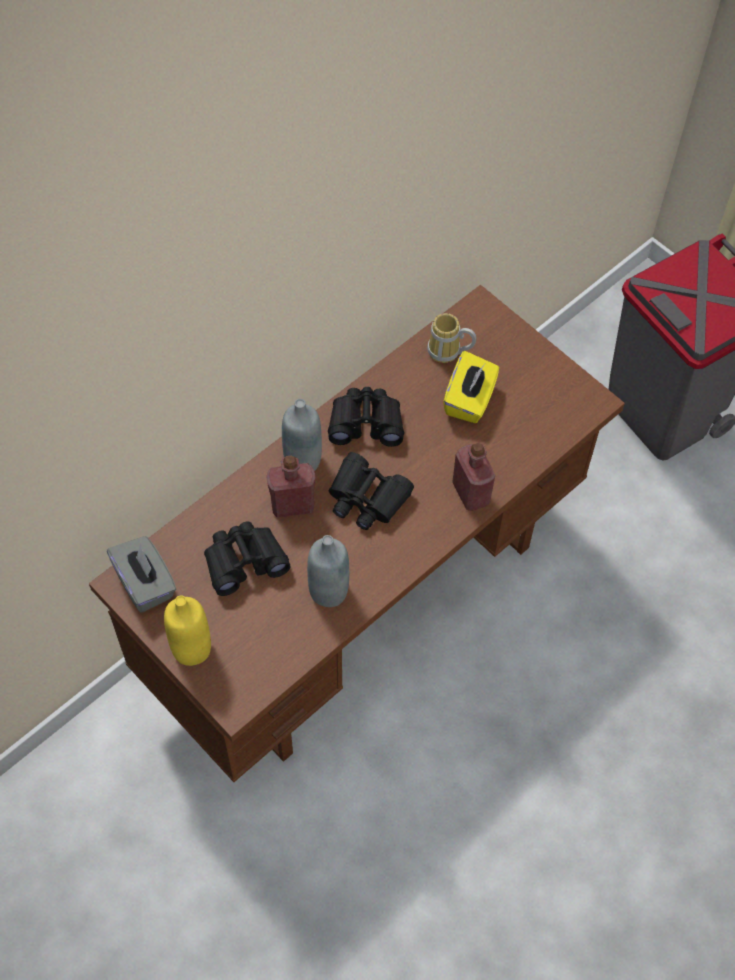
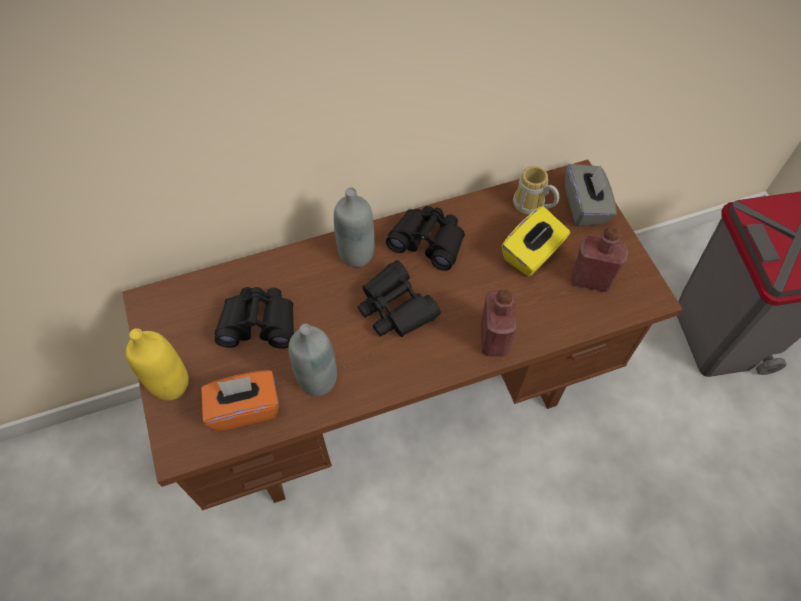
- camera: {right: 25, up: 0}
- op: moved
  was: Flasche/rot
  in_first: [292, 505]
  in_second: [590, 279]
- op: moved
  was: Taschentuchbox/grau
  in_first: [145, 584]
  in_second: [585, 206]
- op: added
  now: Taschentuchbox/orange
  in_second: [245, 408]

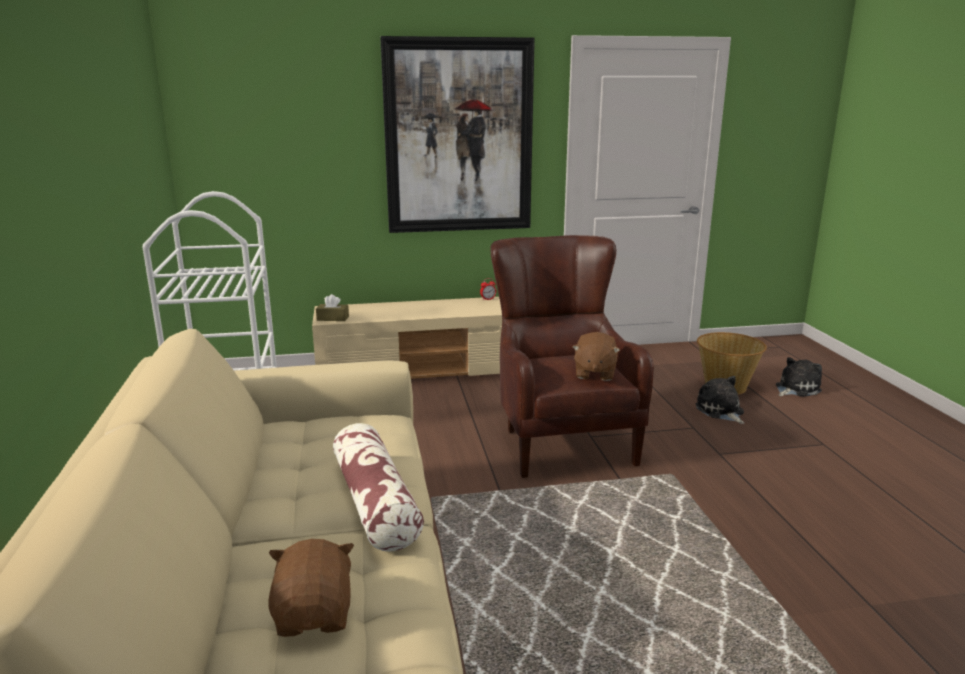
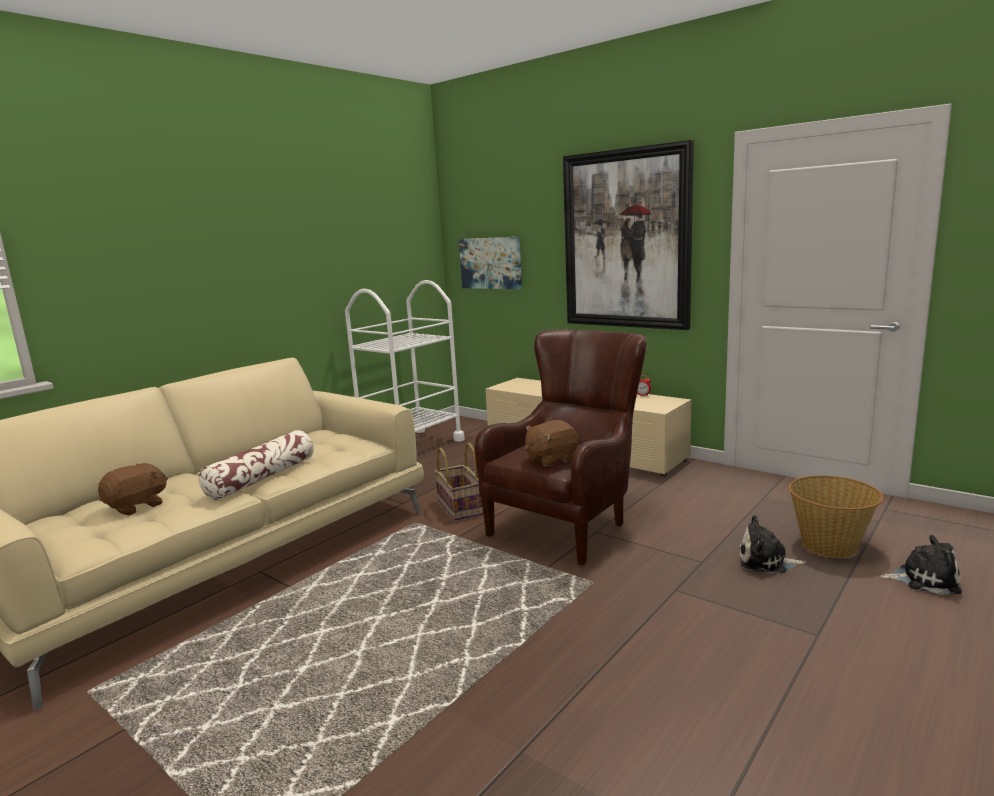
- camera: {right: 50, up: -5}
- op: removed
  was: Taschentuchbox/braun
  in_first: [333, 318]
- op: turned
  was: Plüschtier
  in_first: [720, 411]
  in_second: [766, 562]
  clockwise: -105
- op: added
  now: Bild
  in_second: [491, 263]
- op: added
  now: Korb
  in_second: [461, 507]

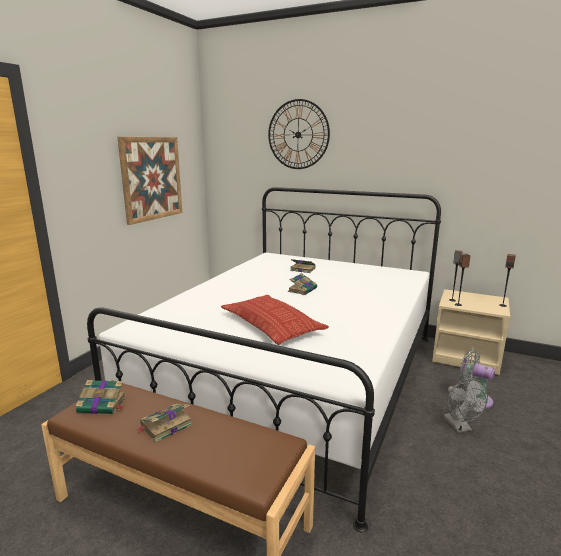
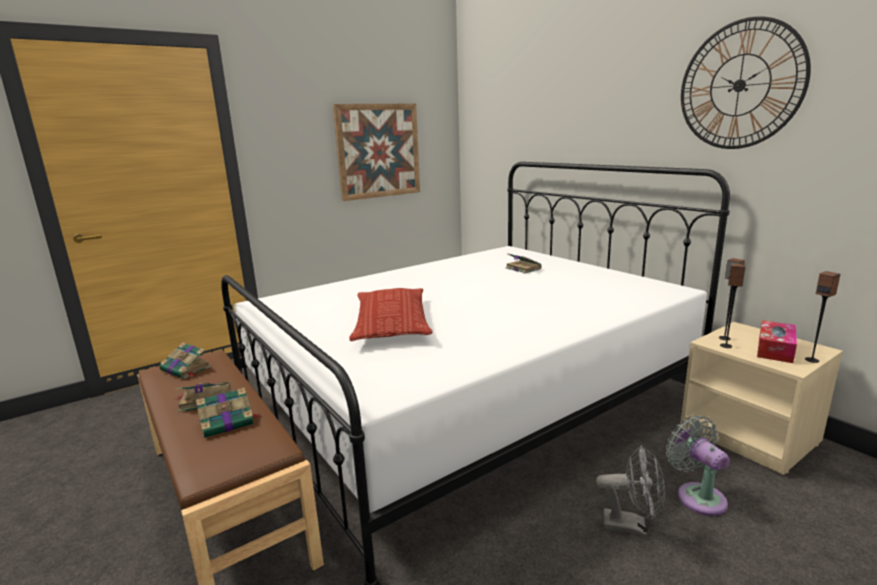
- camera: {right: 30, up: 0}
- op: moved
  was: Wanduhr
  in_first: [298, 134]
  in_second: [739, 85]
- op: moved
  was: Buch
  in_first: [303, 289]
  in_second: [228, 422]
- op: turned
  was: Ventilator/grau
  in_first: [460, 427]
  in_second: [631, 525]
  clockwise: -90
- op: added
  now: Taschentuchbox
  in_second: [775, 349]

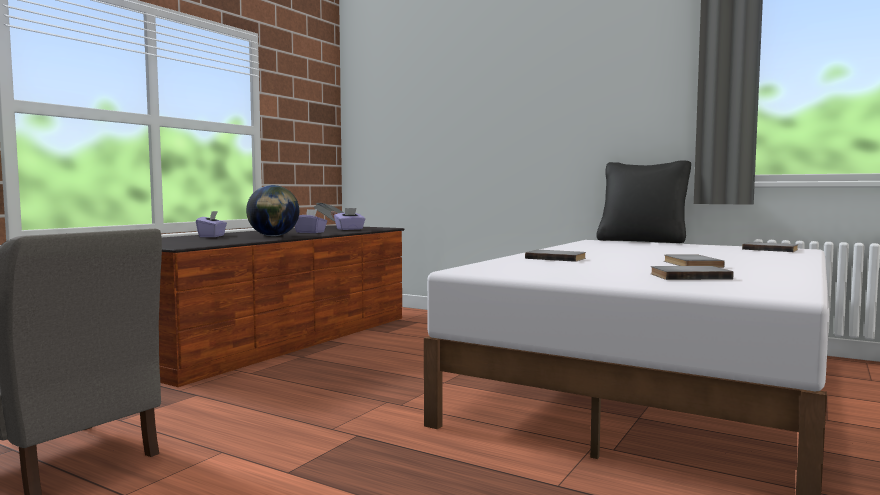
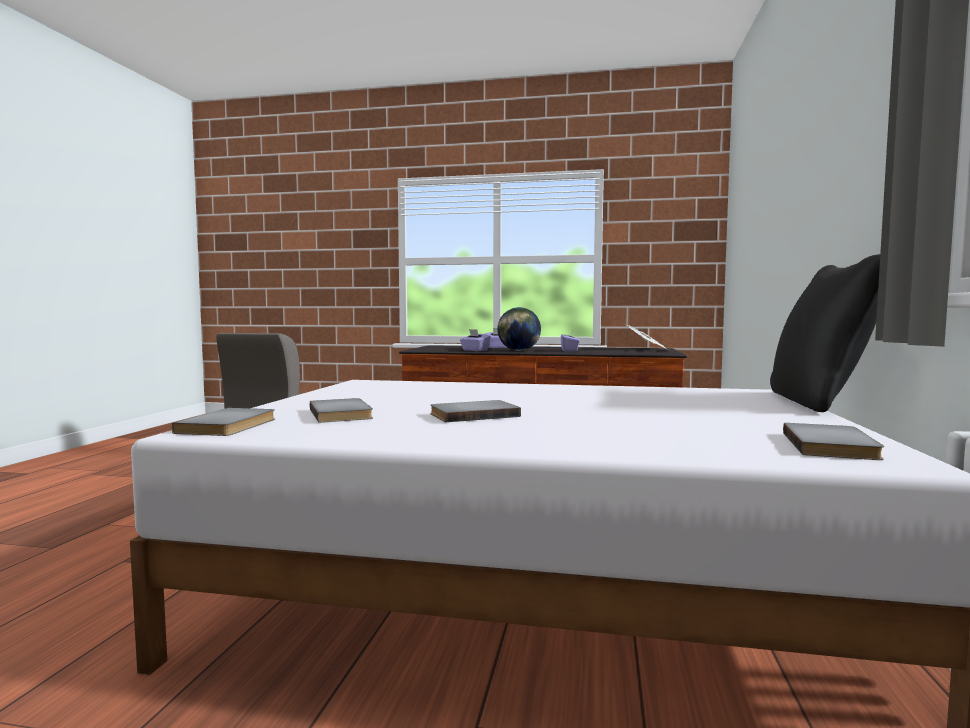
- camera: {right: 70, up: 0}
- op: moved
  was: Taschentuchbox/lila
  in_first: [350, 229]
  in_second: [475, 350]
- op: moved
  was: Buch/grau
  in_first: [556, 258]
  in_second: [230, 426]

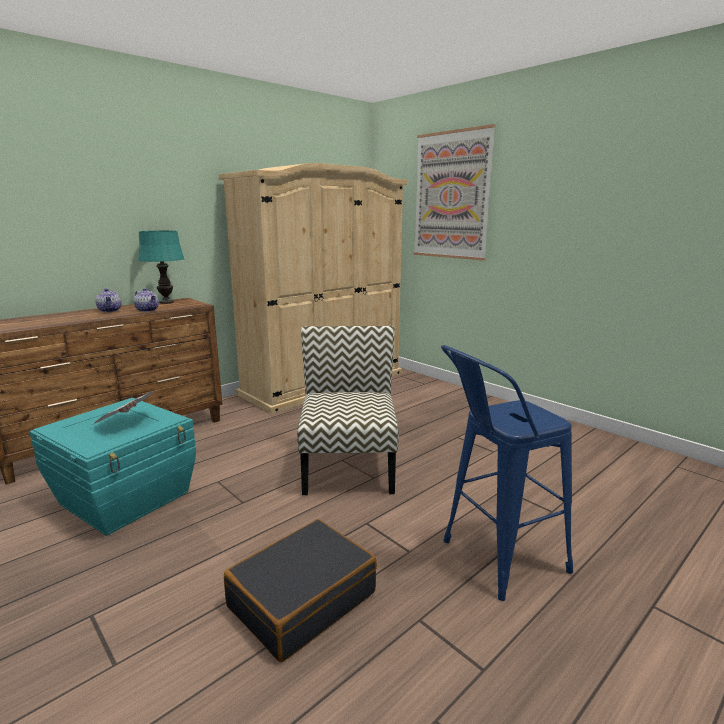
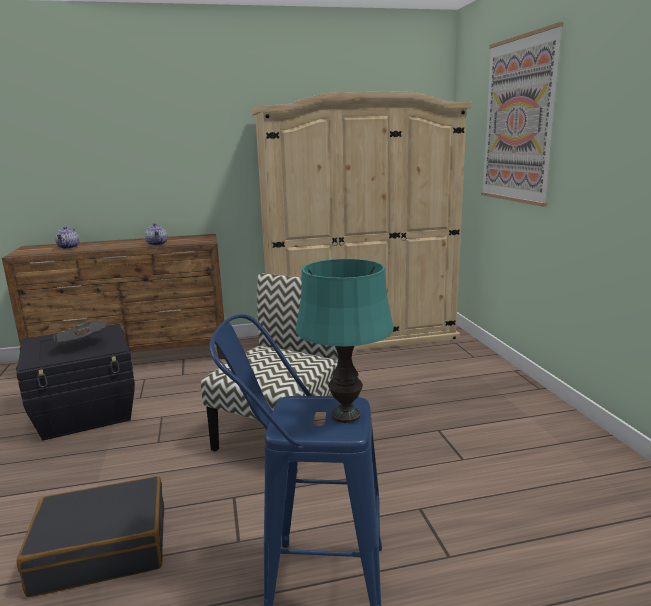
- camera: {right: 30, up: 0}
- op: moved
  was: Tischlampe/türkis
  in_first: [167, 302]
  in_second: [346, 415]
- op: moved
  was: Teekanne
  in_first: [110, 310]
  in_second: [69, 247]
- op: recoloured
  was: Aufbewahrungsbox/türkis
  now: Aufbewahrungsbox/schwarz
  in_first: [126, 498]
  in_second: [86, 412]

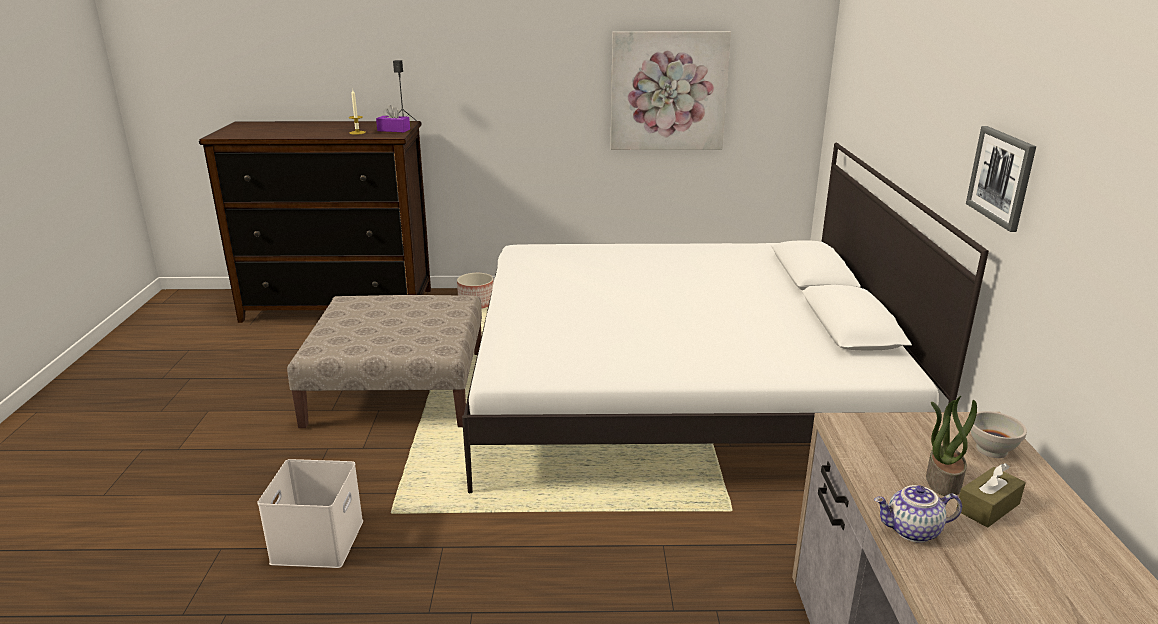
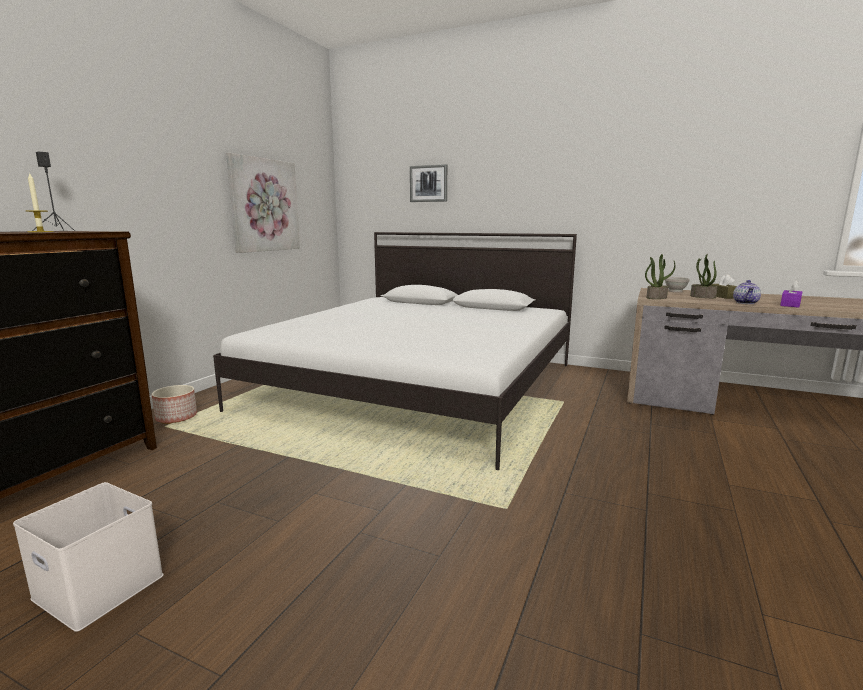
- camera: {right: -65, up: -10}
- op: moved
  was: Taschentuchbox/lila
  in_first: [393, 130]
  in_second: [790, 304]
- op: moved
  was: Bild
  in_first: [1001, 177]
  in_second: [428, 183]
- op: removed
  was: Polsterhocker/beige
  in_first: [399, 388]
- op: moved
  was: Aufbewahrungsbox/weiß
  in_first: [316, 540]
  in_second: [96, 587]
- op: added
  now: Topfpflanze
  in_second: [656, 297]

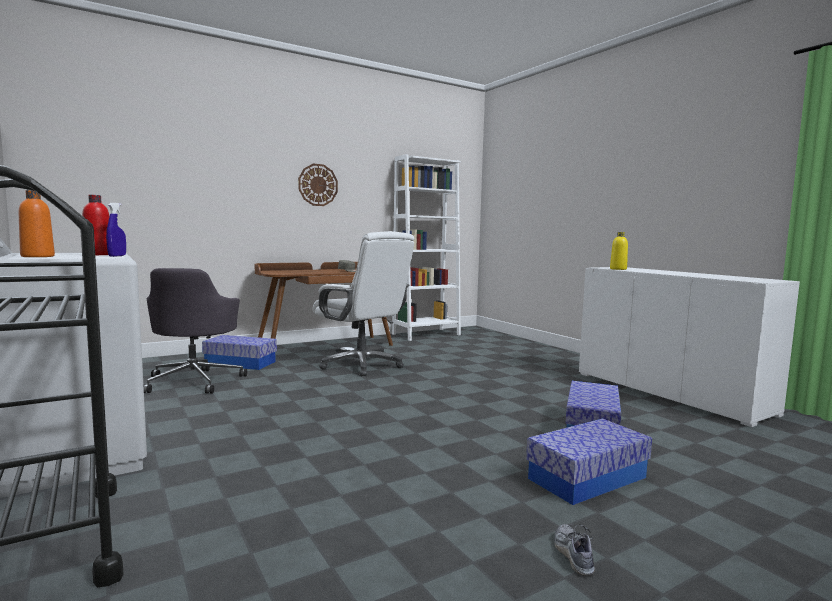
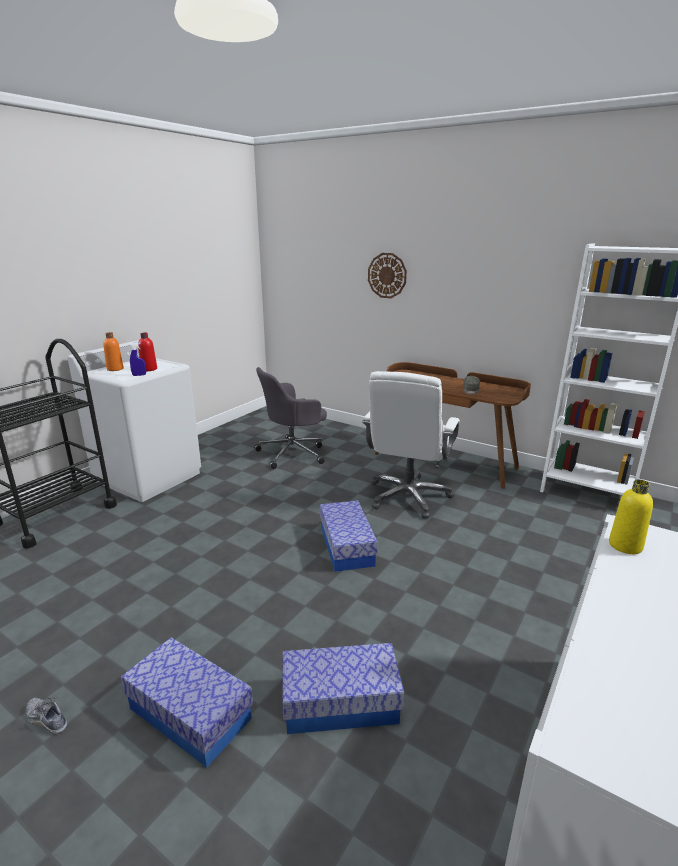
- camera: {right: 65, up: 15}
- op: moved
  was: Wanduhr
  in_first: [318, 185]
  in_second: [387, 275]
- op: moved
  was: Aufbewahrungsbox
  in_first: [240, 363]
  in_second: [347, 546]
- op: turned
  was: Schuh
  in_first: [573, 555]
  in_second: [47, 719]
  clockwise: -120

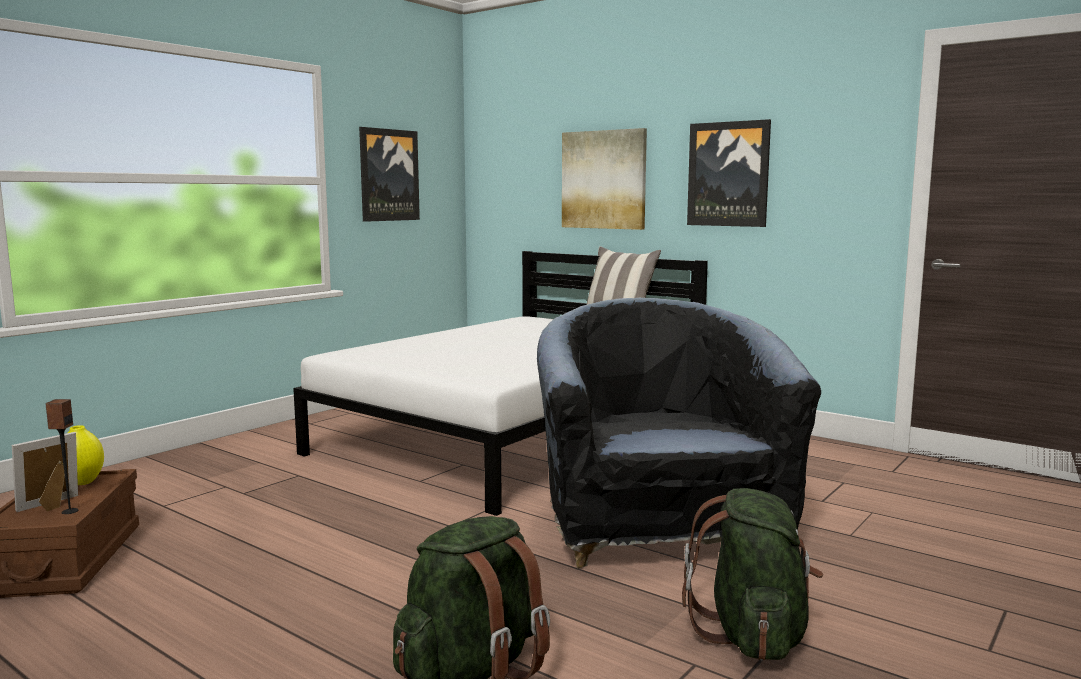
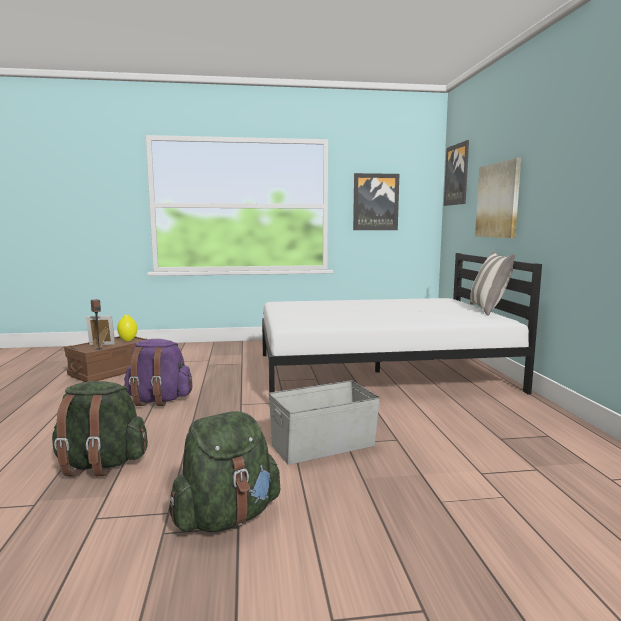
- camera: {right: 45, up: 0}
- op: moved
  was: Bild
  in_first: [728, 174]
  in_second: [457, 174]
- op: replaced
  was: Sessel/schwarz
  now: Aufbewahrungsbox/grau
  in_first: [659, 531]
  in_second: [324, 445]
- op: added
  now: Rucksack/lila
  in_second: [158, 400]

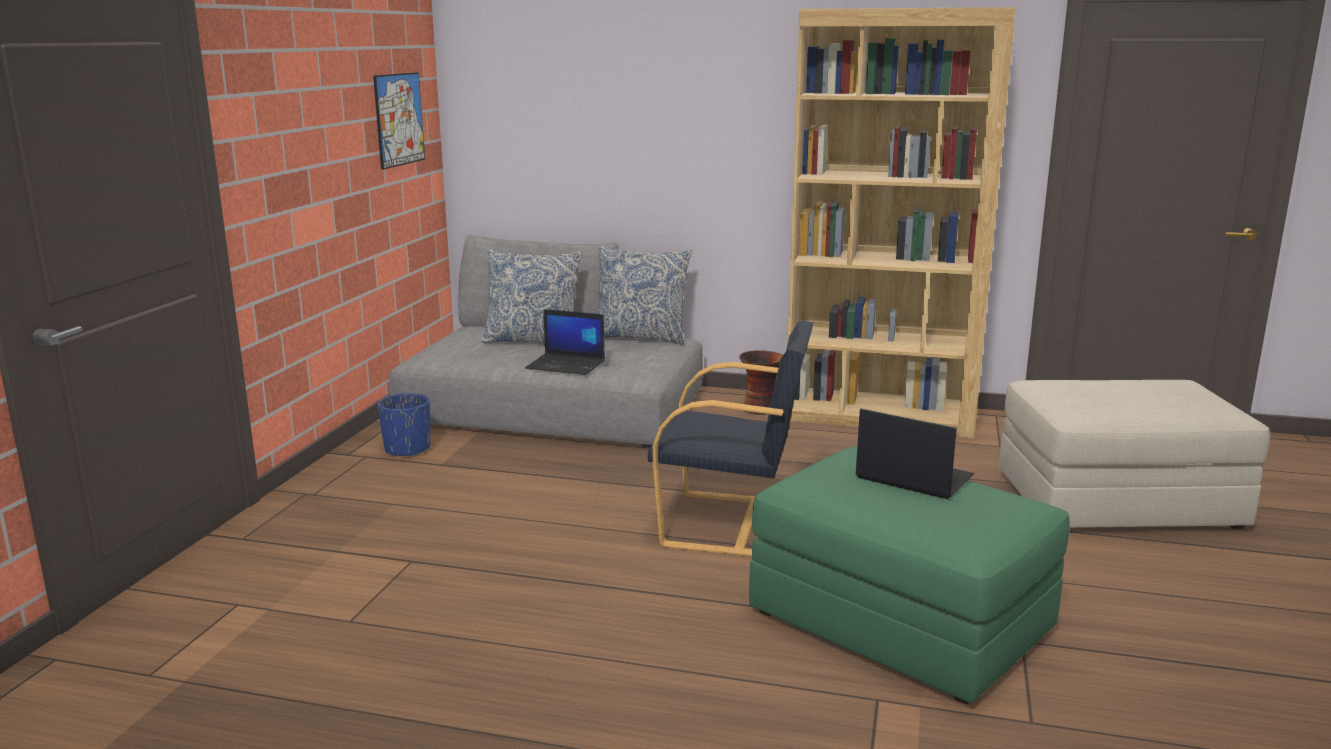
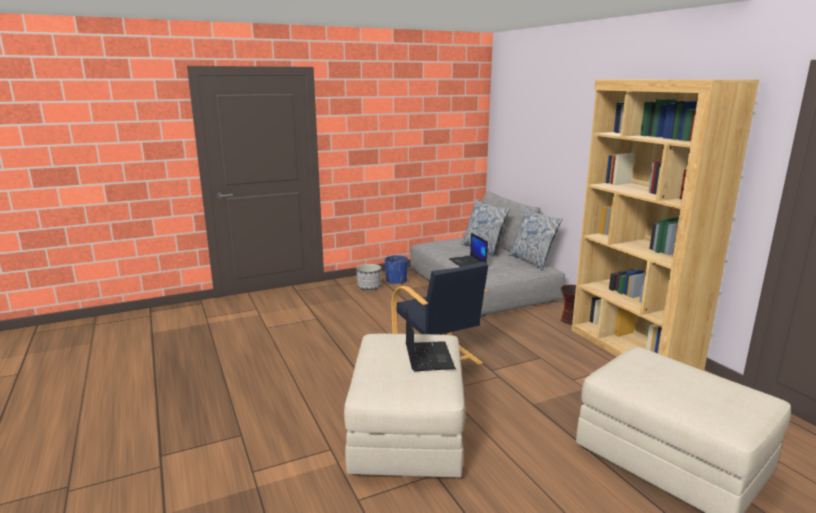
- camera: {right: 50, up: 0}
- op: removed
  was: Bild
  in_first: [399, 119]
- op: recoloured
  was: Polsterhocker/grün
  now: Polsterhocker/beige
  in_first: [901, 621]
  in_second: [408, 432]
- op: added
  now: Pflanzkübel
  in_second: [369, 287]

